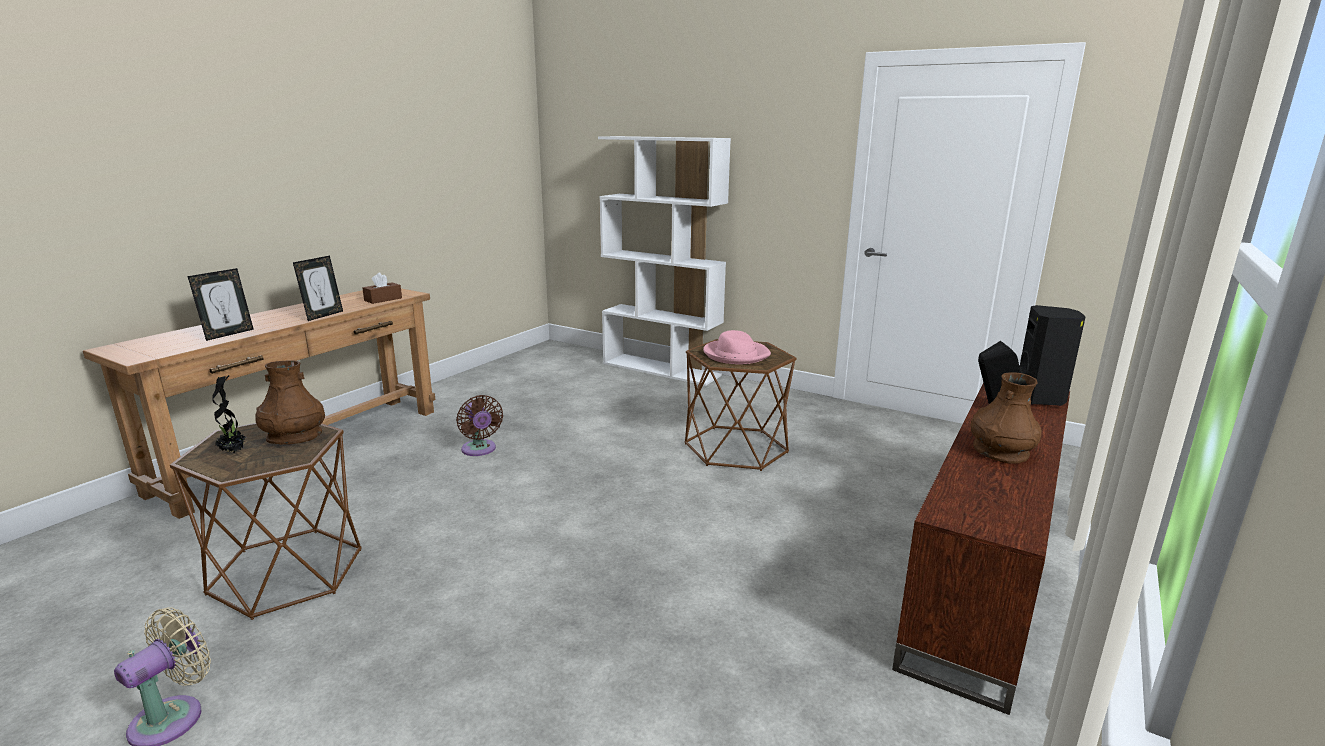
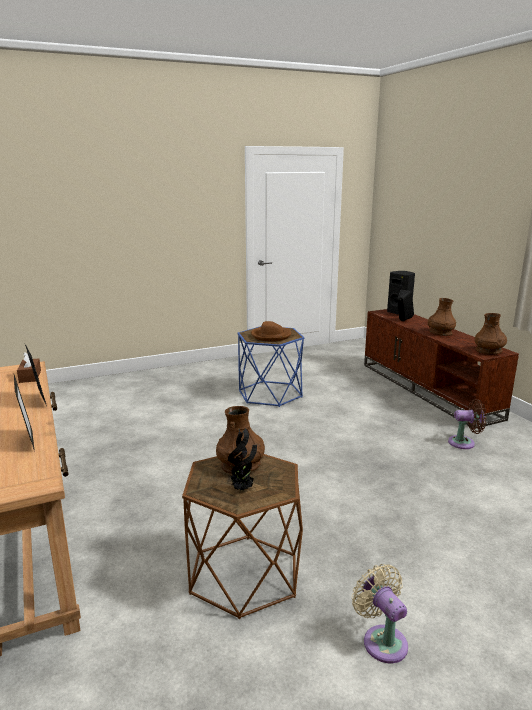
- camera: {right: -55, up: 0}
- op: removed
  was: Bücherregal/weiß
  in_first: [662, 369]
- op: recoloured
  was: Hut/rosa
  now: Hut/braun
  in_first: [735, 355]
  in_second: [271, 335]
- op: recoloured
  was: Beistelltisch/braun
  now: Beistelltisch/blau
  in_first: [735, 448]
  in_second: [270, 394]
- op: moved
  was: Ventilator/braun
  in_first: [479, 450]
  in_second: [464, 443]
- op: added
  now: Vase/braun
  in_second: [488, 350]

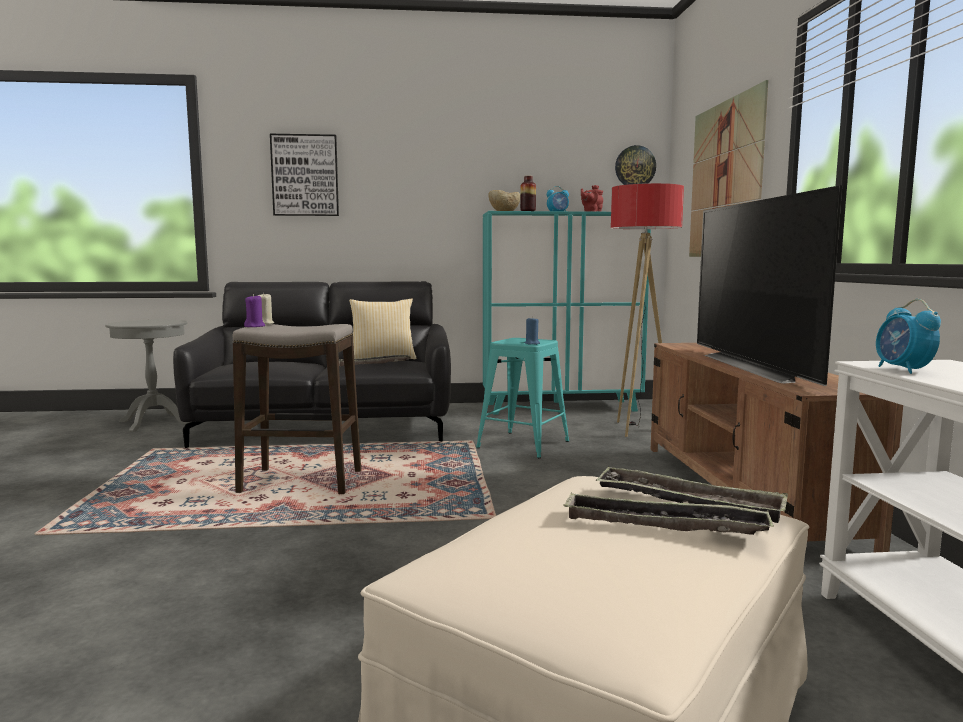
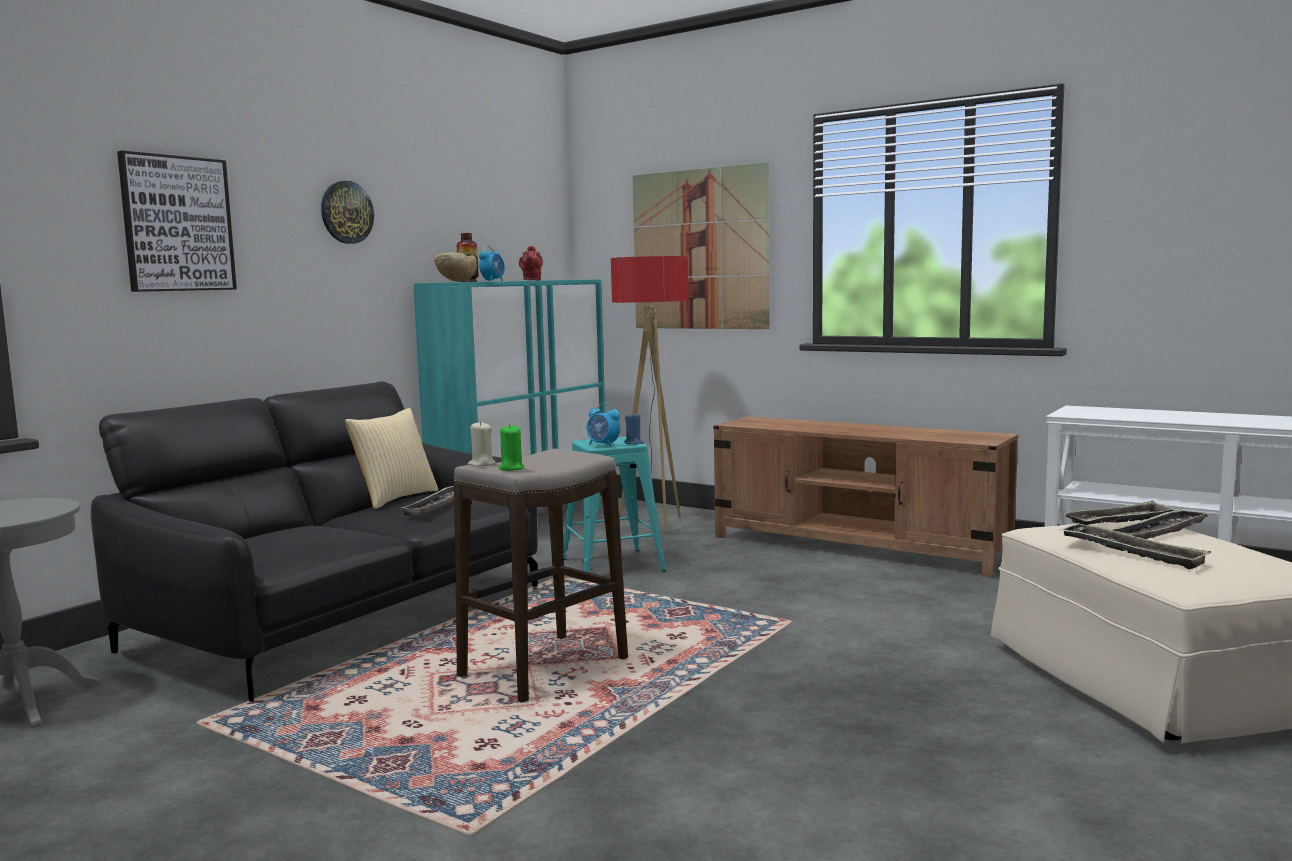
- camera: {right: -50, up: 0}
- op: moved
  was: Wanduhr
  in_first: [635, 167]
  in_second: [346, 212]
- op: removed
  was: Fernseher
  in_first: [759, 367]
- op: recoloured
  was: Kerze/lila
  now: Kerze/grün
  in_first: [255, 326]
  in_second: [511, 468]
- op: moved
  was: Wecker
  in_first: [903, 370]
  in_second: [603, 445]
- op: added
  now: Tablett
  in_second: [1131, 552]

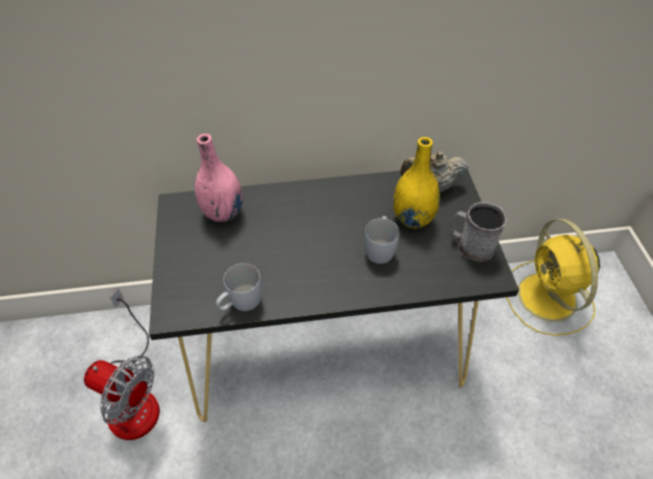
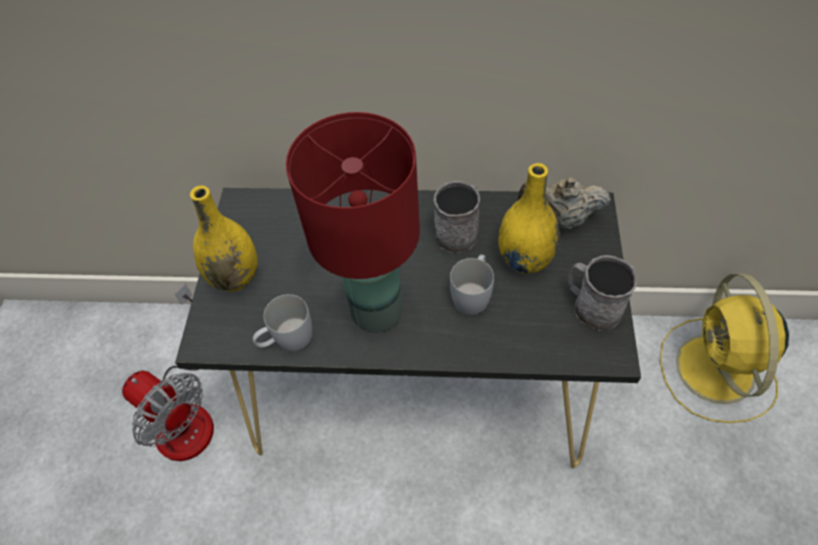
- camera: {right: 15, up: 5}
- op: removed
  was: Vase/rosa
  in_first: [223, 213]
- op: added
  now: Tischlampe/rot
  in_second: [376, 312]
- op: added
  now: Henkelbecher/grau
  in_second: [459, 231]
- op: added
  now: Vase/gelb
  in_second: [235, 277]

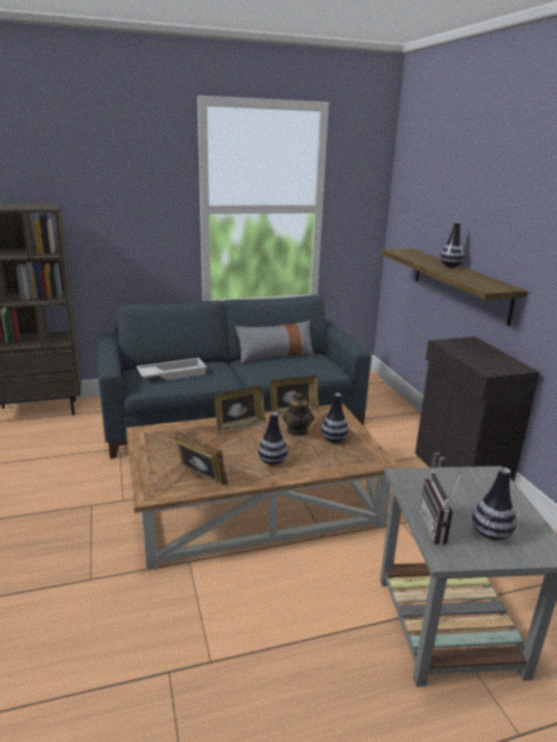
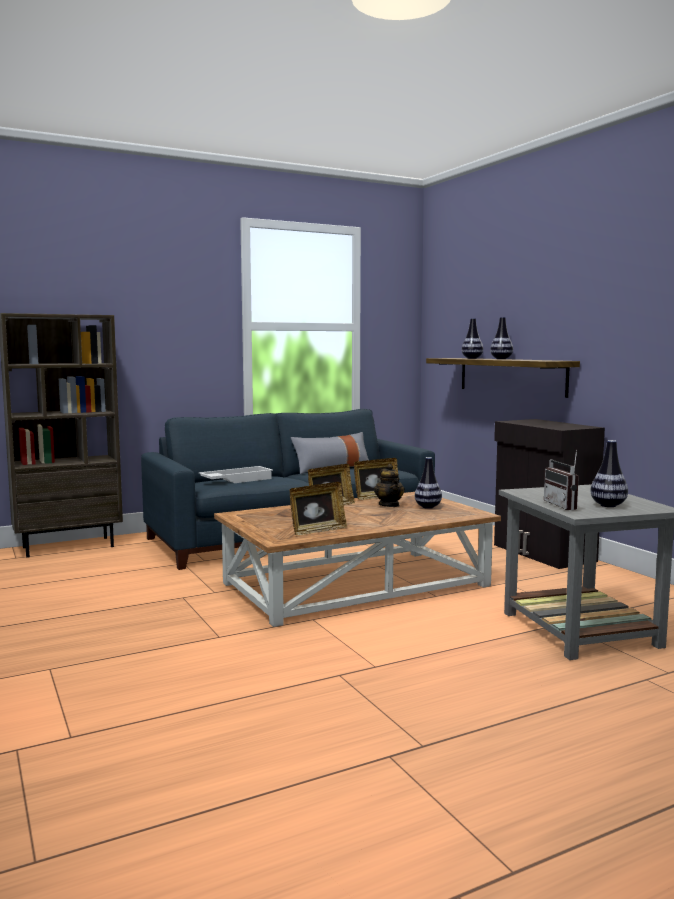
- camera: {right: -10, up: -15}
- op: moved
  was: Vase
  in_first: [272, 462]
  in_second: [472, 358]
- op: turned
  was: Bilderrahmen
  in_first: [200, 478]
  in_second: [317, 531]
  clockwise: 120

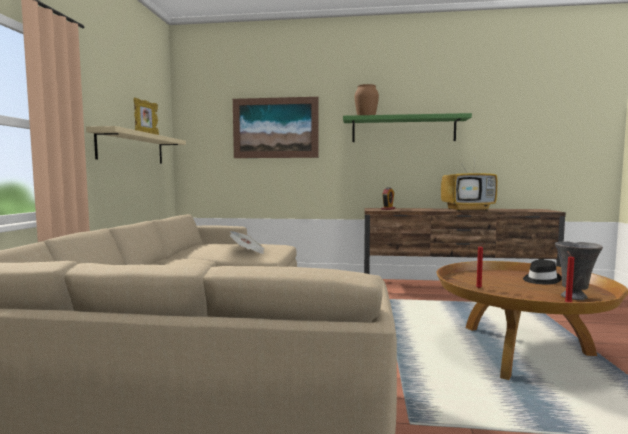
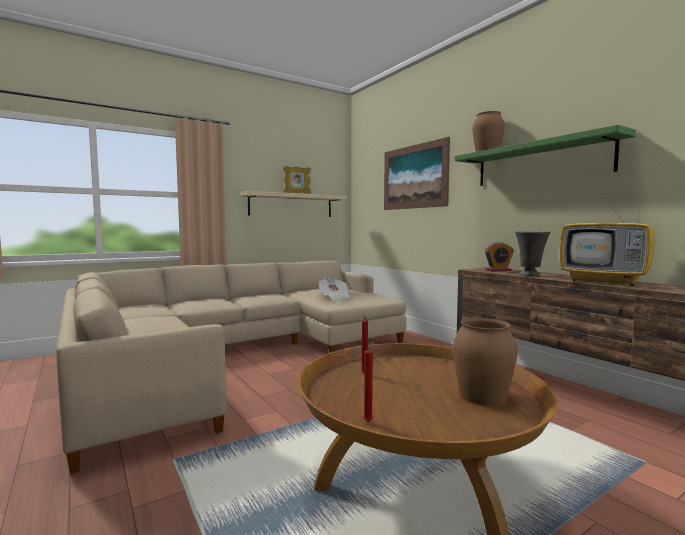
- camera: {right: 50, up: 0}
- op: moved
  was: Vase/grau
  in_first: [575, 297]
  in_second: [530, 275]
- op: replaced
  was: Hut/schwarz
  now: Vase/braun
  in_first: [540, 280]
  in_second: [482, 395]

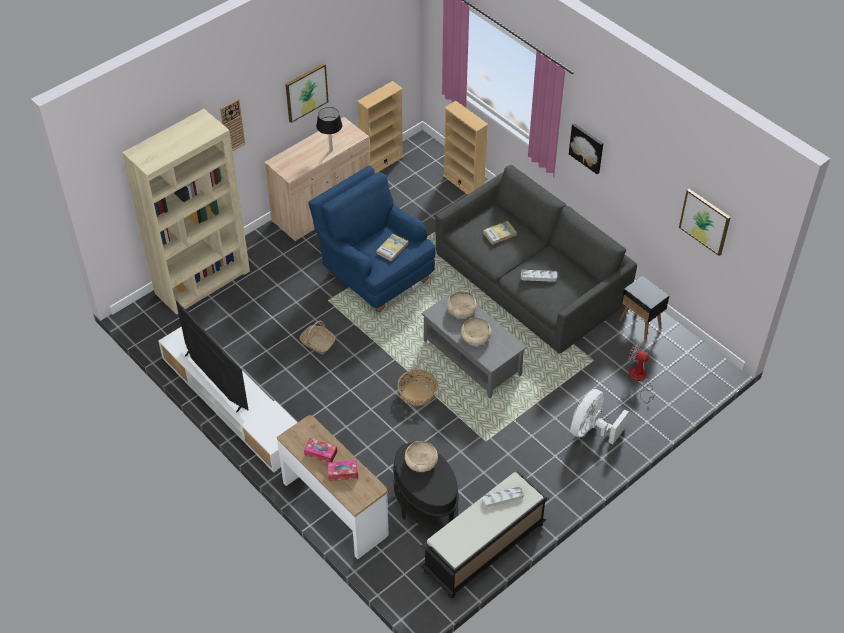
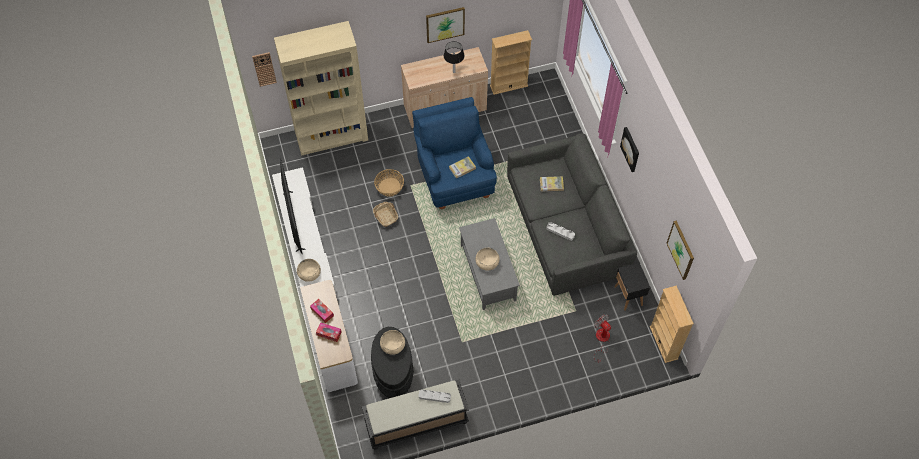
- camera: {right: 25, up: 10}
- op: moved
  was: Wanduhr
  in_first: [232, 126]
  in_second: [264, 69]
- op: moved
  was: Bücherregal/beige
  in_first: [463, 184]
  in_second: [663, 342]
- op: moved
  was: Schüssel/beige
  in_first: [461, 310]
  in_second: [309, 273]
- op: moved
  was: Korb
  in_first: [417, 393]
  in_second: [389, 187]
- op: removed
  was: Ventilator/weiß
  in_first: [591, 430]

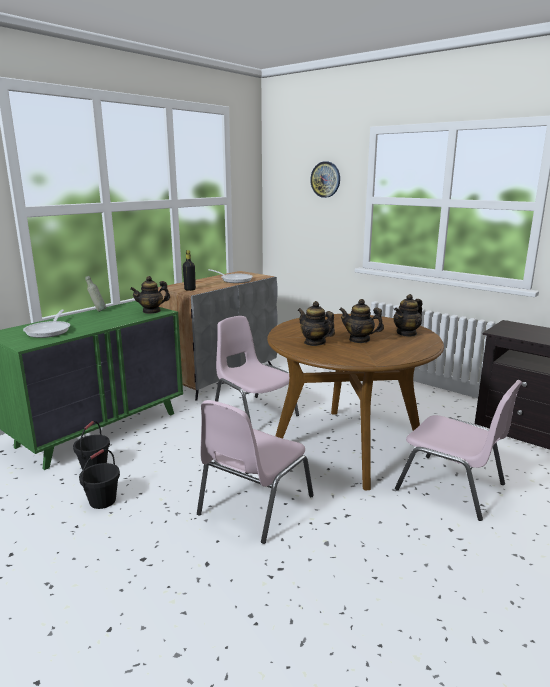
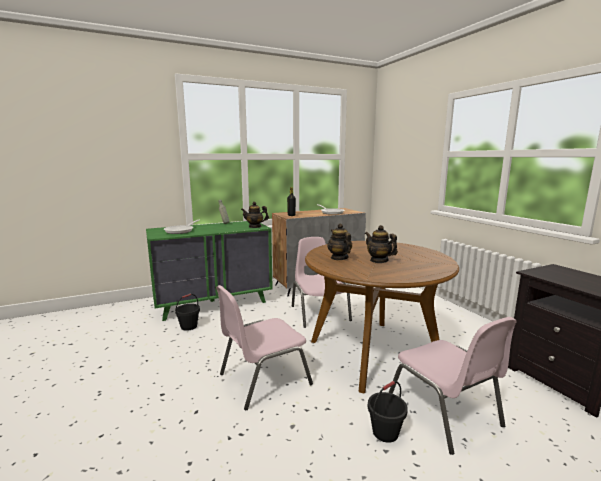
- camera: {right: 25, up: -5}
- op: removed
  was: Wanduhr
  in_first: [325, 179]
- op: removed
  was: Teekanne
  in_first: [406, 333]
- op: moved
  was: Eimer/schwarz
  in_first: [102, 501]
  in_second: [385, 432]

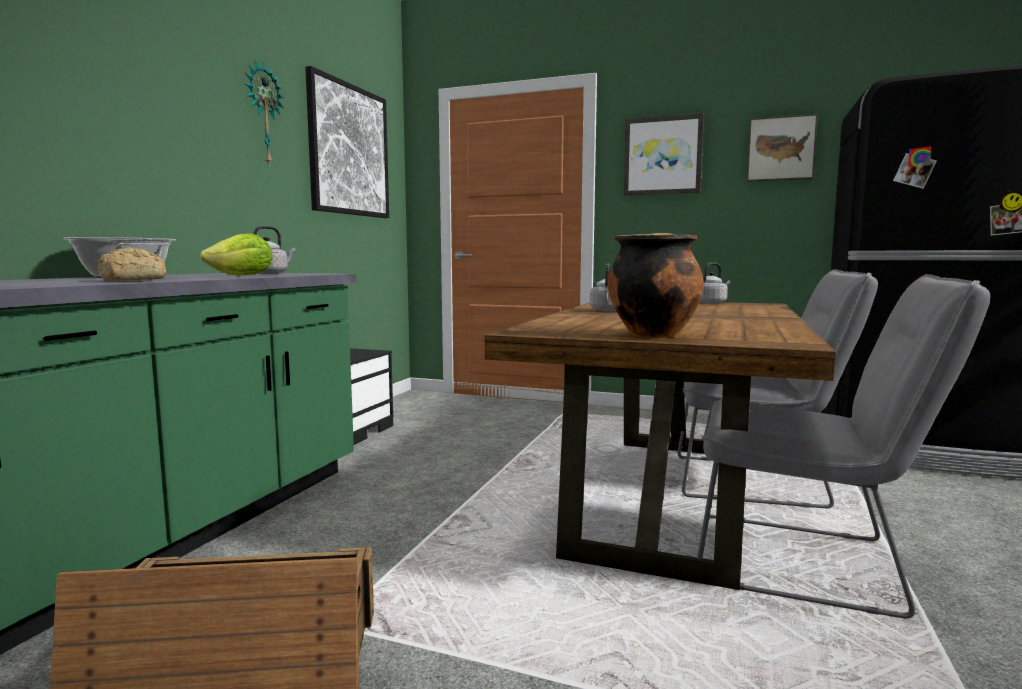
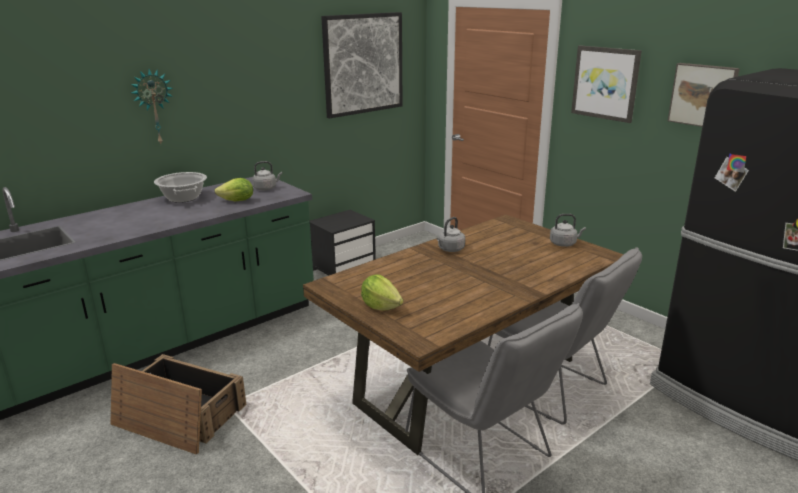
- camera: {right: 30, up: 15}
- op: moved
  was: Wanduhr
  in_first: [262, 114]
  in_second: [153, 107]
- op: replaced
  was: Kochtopf
  now: Salatkopf
  in_first: [652, 334]
  in_second: [381, 306]
- op: removed
  was: Brot
  in_first: [130, 280]

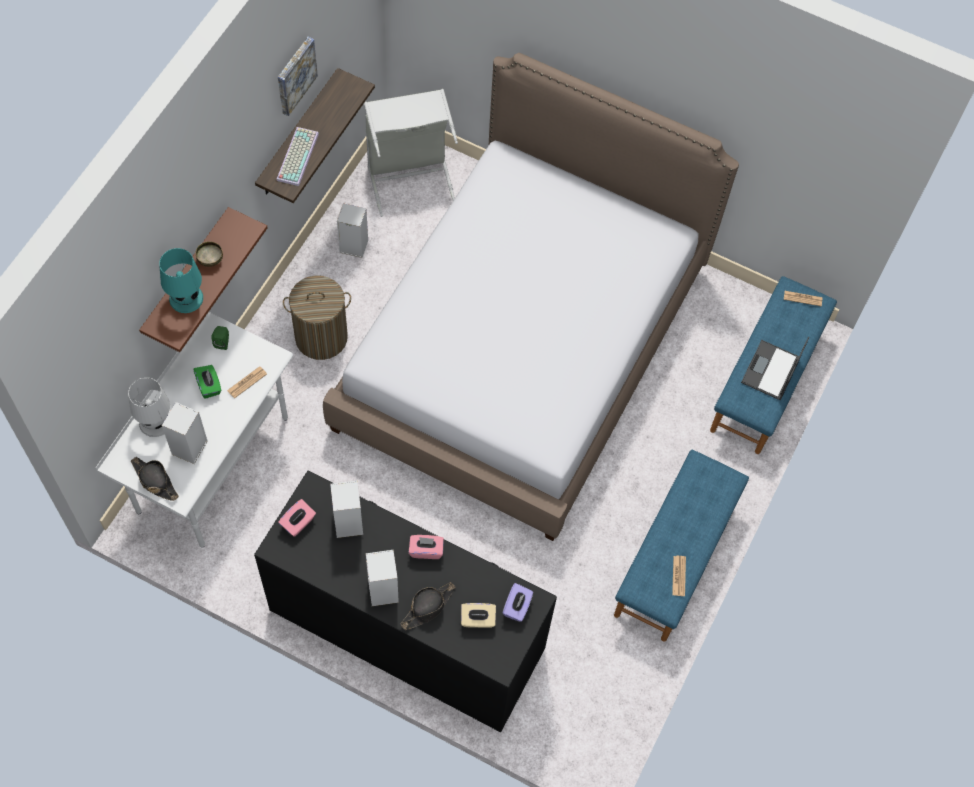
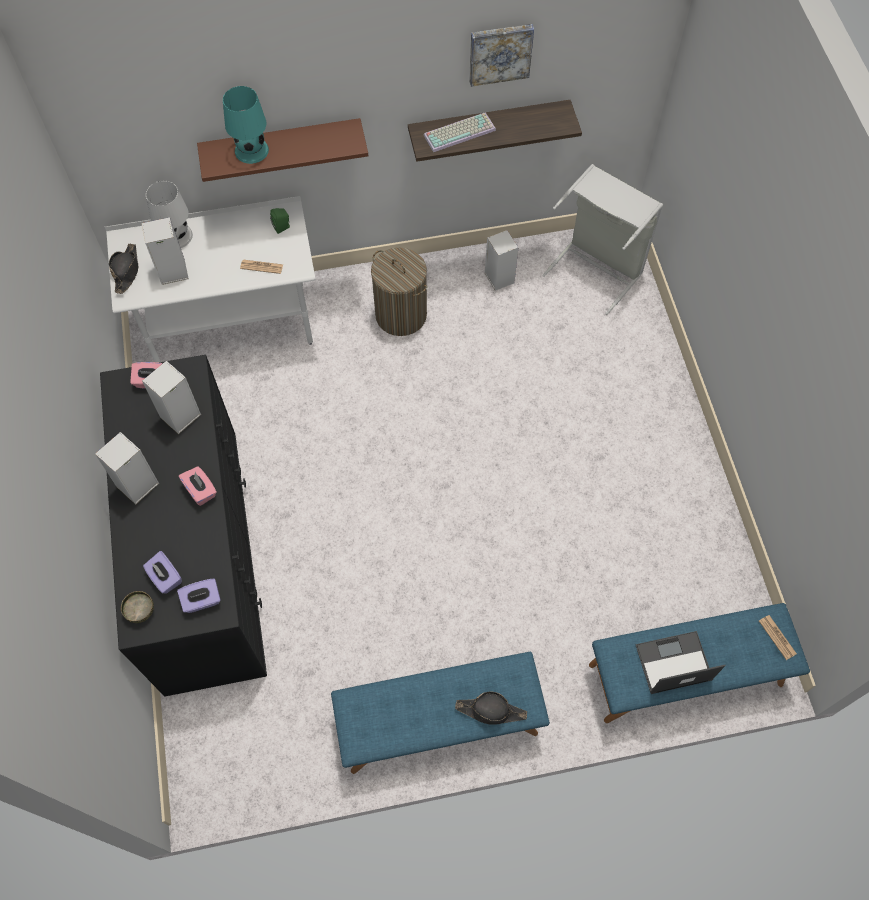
- camera: {right: 55, up: 0}
- op: removed
  was: Bett
  in_first: [522, 347]
- op: moved
  was: Schüssel
  in_first: [210, 259]
  in_second: [139, 610]
- op: removed
  was: Taschentuchbox/grün
  in_first: [209, 386]
- op: removed
  was: Zeitung
  in_first: [679, 576]
- op: moved
  was: Hut/schwarz
  in_first: [428, 607]
  in_second: [491, 711]
- op: recoloured
  was: Taschentuchbox/beige
  now: Taschentuchbox/lila
  in_first: [477, 620]
  in_second: [165, 577]

